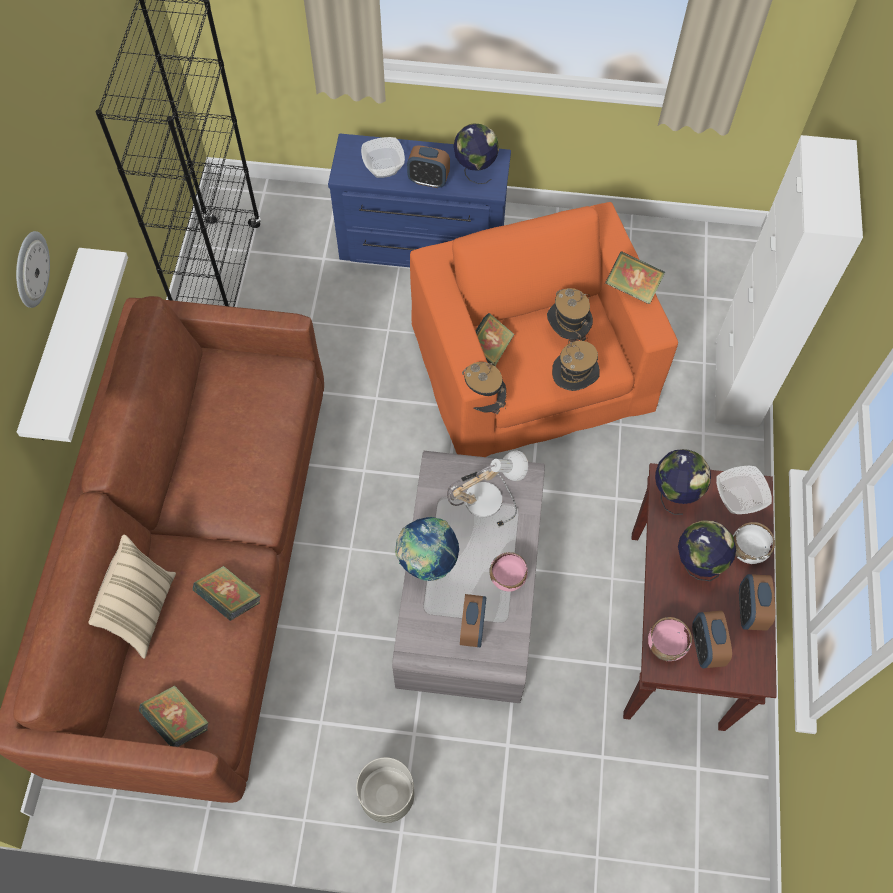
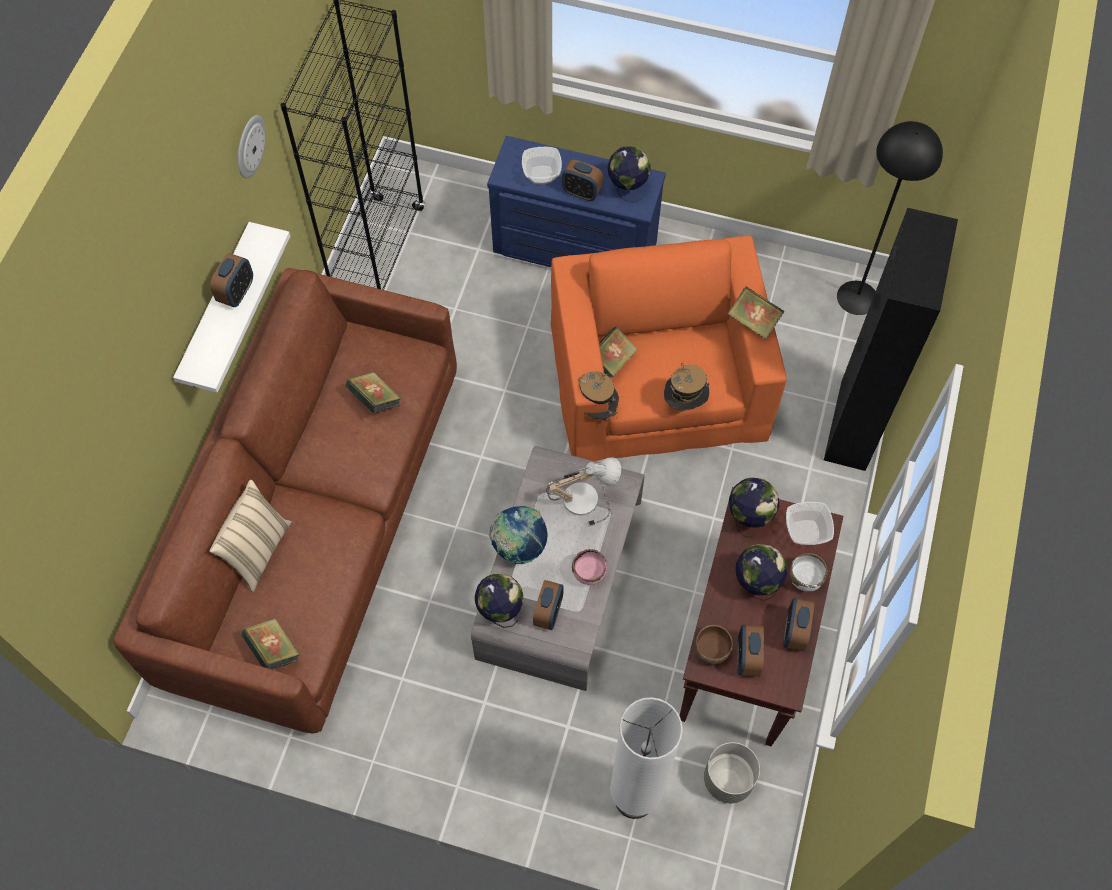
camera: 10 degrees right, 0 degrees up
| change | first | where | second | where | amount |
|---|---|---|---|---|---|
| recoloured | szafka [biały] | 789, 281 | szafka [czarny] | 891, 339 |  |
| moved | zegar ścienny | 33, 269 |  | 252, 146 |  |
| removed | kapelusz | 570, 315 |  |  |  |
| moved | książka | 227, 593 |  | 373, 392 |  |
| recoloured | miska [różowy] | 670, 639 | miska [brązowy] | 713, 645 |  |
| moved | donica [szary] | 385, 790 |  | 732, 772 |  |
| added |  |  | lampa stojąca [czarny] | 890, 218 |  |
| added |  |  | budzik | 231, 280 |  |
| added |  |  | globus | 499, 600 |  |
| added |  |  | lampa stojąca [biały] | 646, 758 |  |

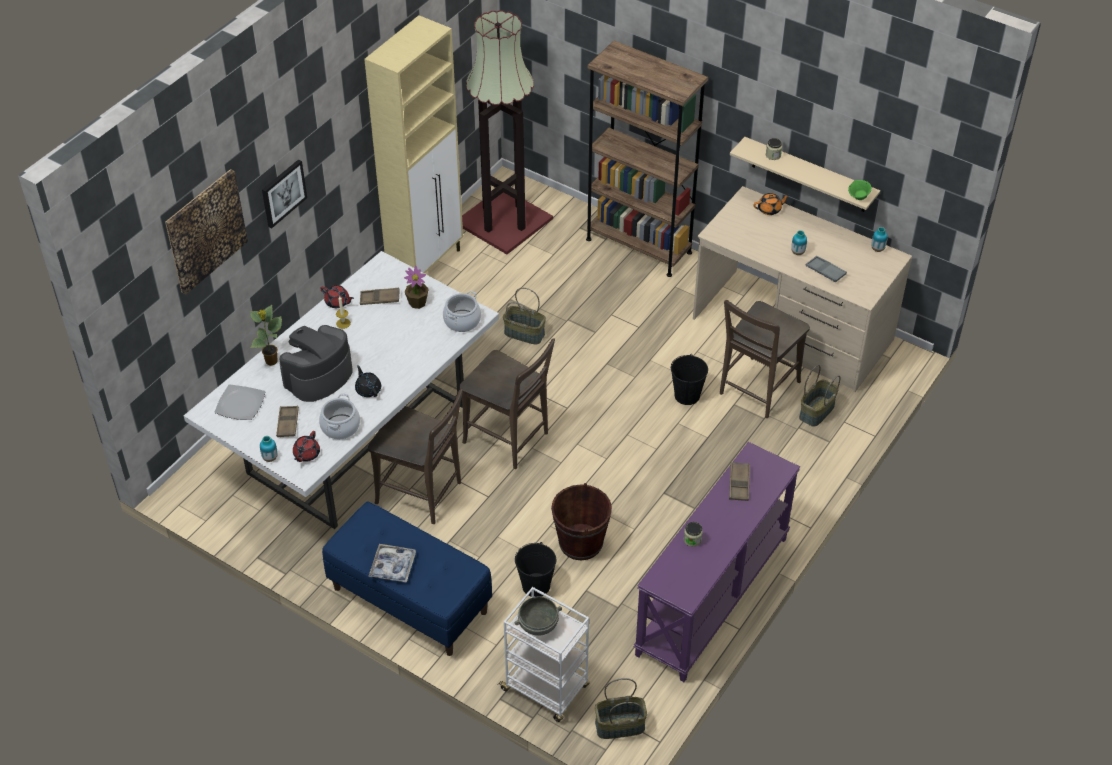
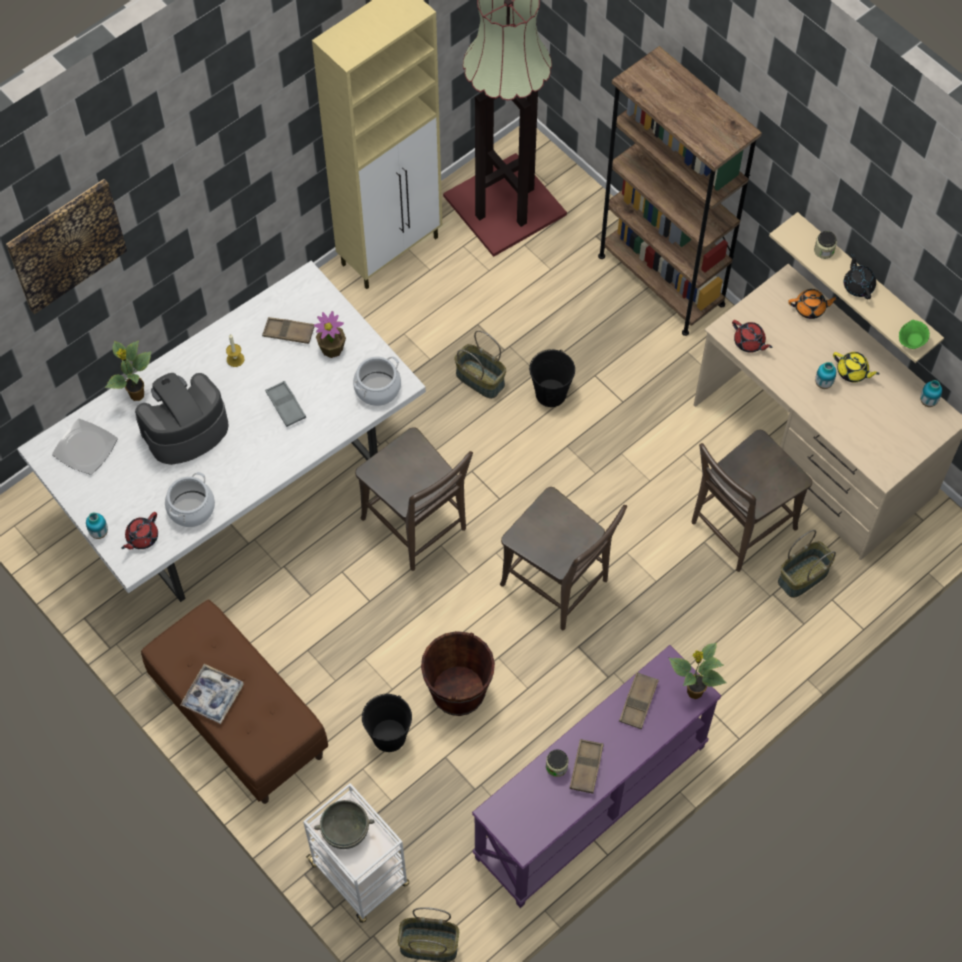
camera: 15 degrees right, 15 degrees up
| change | first | where | second | where | amount |
|---|---|---|---|---|---|
| removed | obraz | 284, 194 |  |  |  |
| moved | taca [szary] | 826, 269 |  | 285, 404 |  |
| moved | imbryk [czerwony] | 337, 296 |  | 752, 336 |  |
| moved | wiadro [czarny] | 689, 379 |  | 552, 378 |  |
| moved | imbryk [czarny] | 368, 381 |  | 860, 276 |  |
| moved | krzesło [brązowy] | 415, 456 |  | 563, 558 |  |
| moved | taca [brązowy] | 287, 421 |  | 587, 766 |  |
| recoloured | ławka [niebieski] | 407, 578 | ławka [brązowy] | 234, 701 |  |
| added |  |  | imbryk [żółty] | 856, 367 |  |
| added |  |  | roślina doniczkowa | 698, 671 |  |

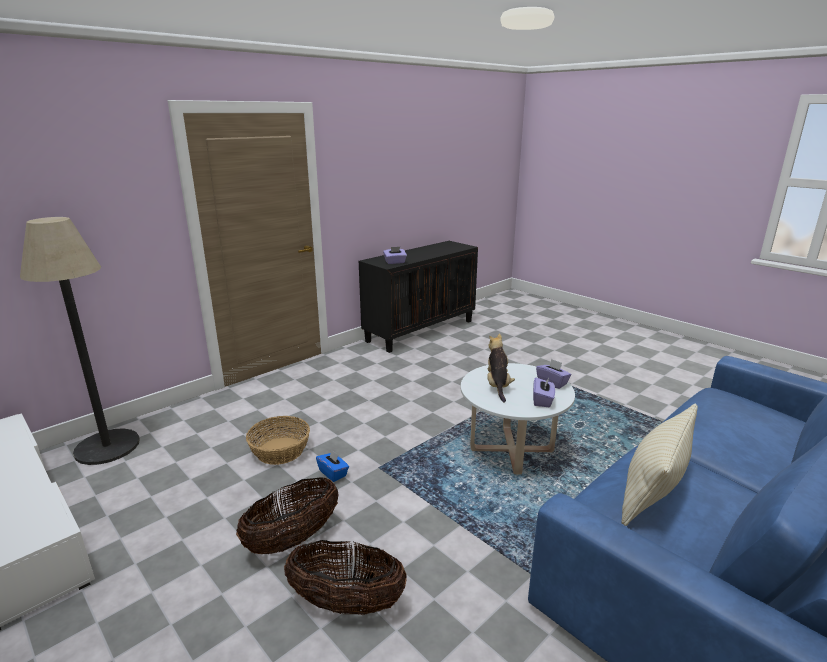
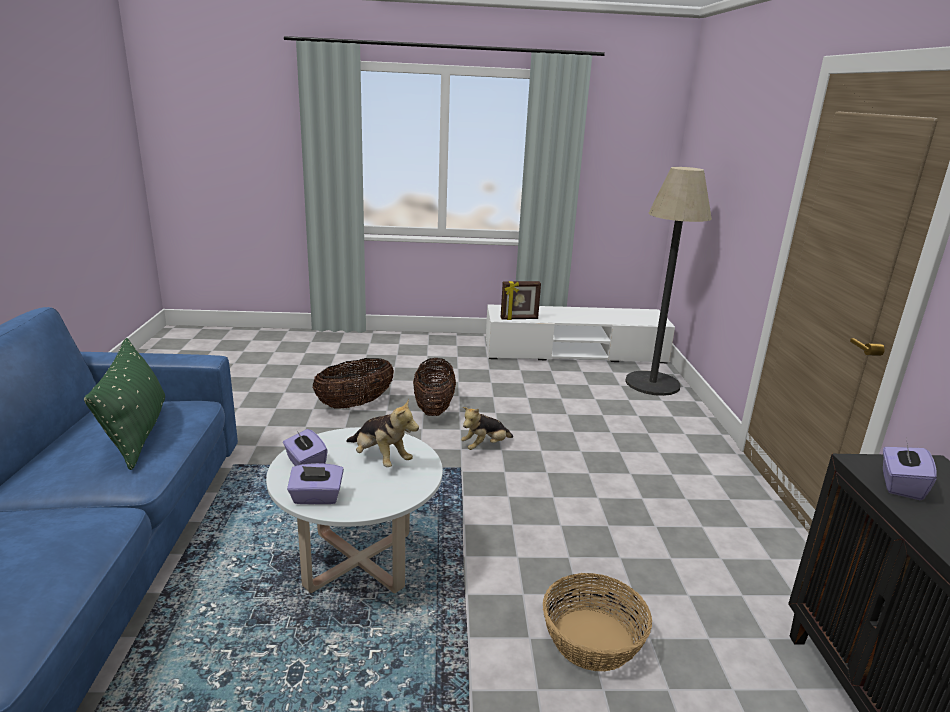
camera: 130 degrees right, 0 degrees up
| change | first | where | second | where | amount |
|---|---|---|---|---|---|
| recoloured | poduszka [beżowy] | 659, 464 | poduszka [zielony] | 124, 404 |  |
| moved | koszyk | 278, 440 |  | 597, 622 |  |
| replaced | pudełko chusteczek [niebieski] | 332, 465 | pluszak | 487, 428 |  |
| added |  |  | ramka na zdjęcie | 521, 300 |  |

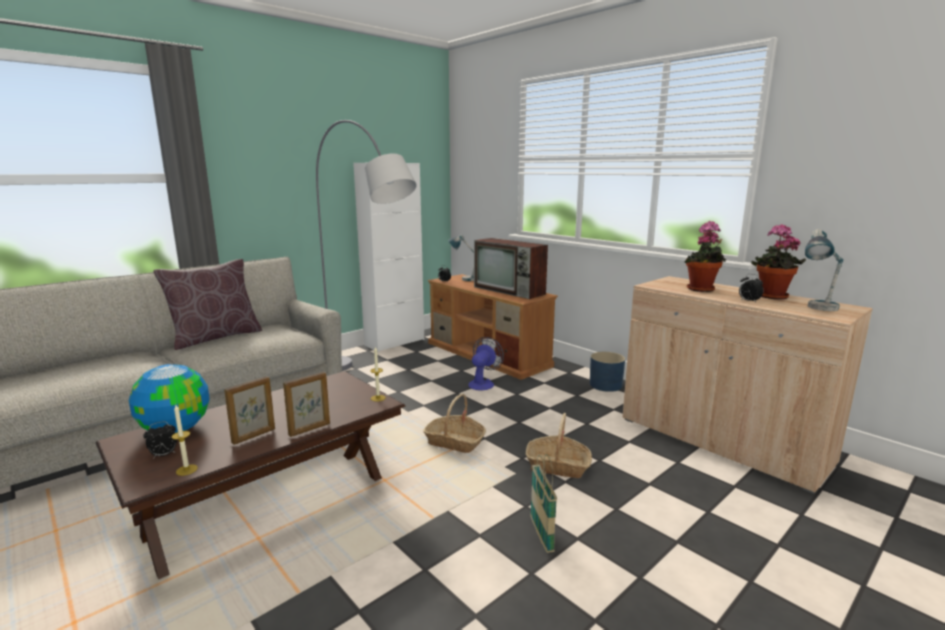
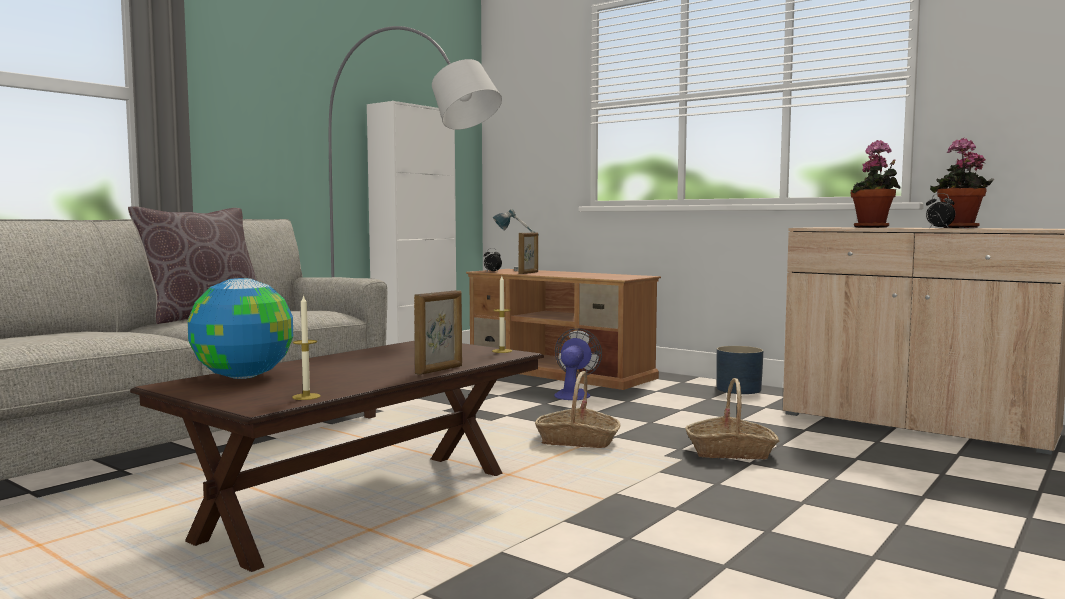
camera: 10 degrees left, 10 degrees down
| change | first | where | second | where | amount |
|---|---|---|---|---|---|
| removed | lampa stołowa | 824, 270 |  |  |  |
| removed | telewizor | 511, 268 |  |  |  |
| moved | ramka na zdjęcie | 249, 410 |  | 528, 253 |  |
| removed | budzik | 160, 440 |  |  |  |
| removed | koszyk | 543, 503 |  |  |  |

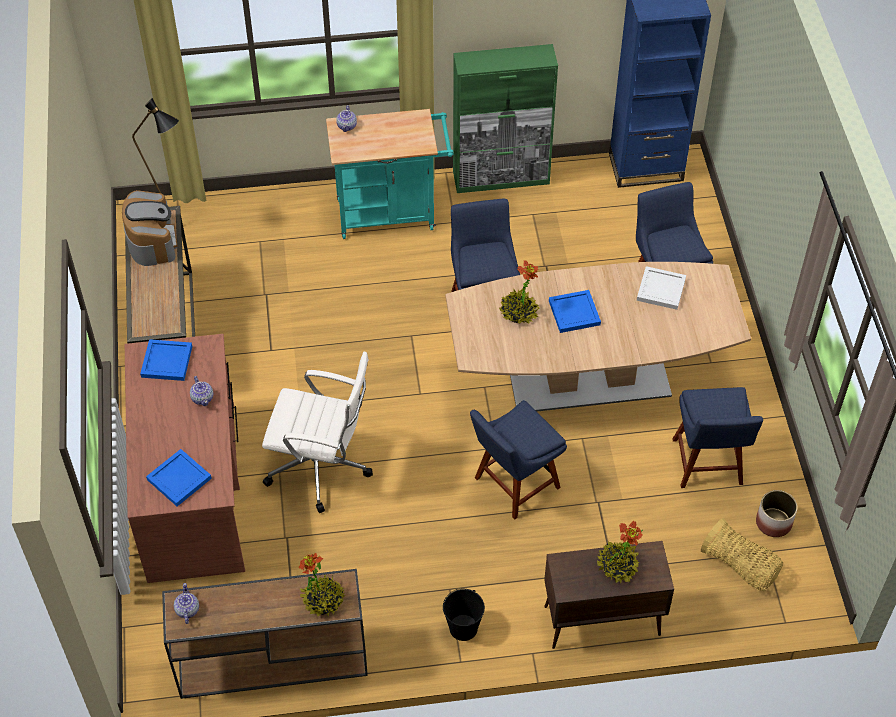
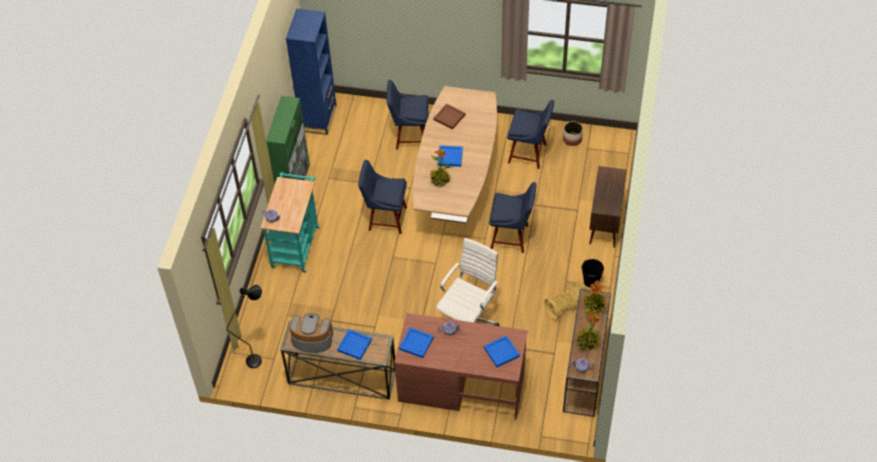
camera: 70 degrees left, 0 degrees up
| change | first | where | second | where | amount |
|---|---|---|---|---|---|
| recoloured | taca [biały] | 661, 288 | taca [brązowy] | 449, 116 |  |
| turned | krzesło [niebieski] | 518, 460 |  | 512, 217 | 60 degrees counterclockwise |
| moved | koszyk | 742, 554 |  | 566, 301 |  |
| moved | roślina doniczkowa | 619, 551 |  | 588, 332 |  |
| added |  |  | taca [niebieski] | 354, 344 |  |

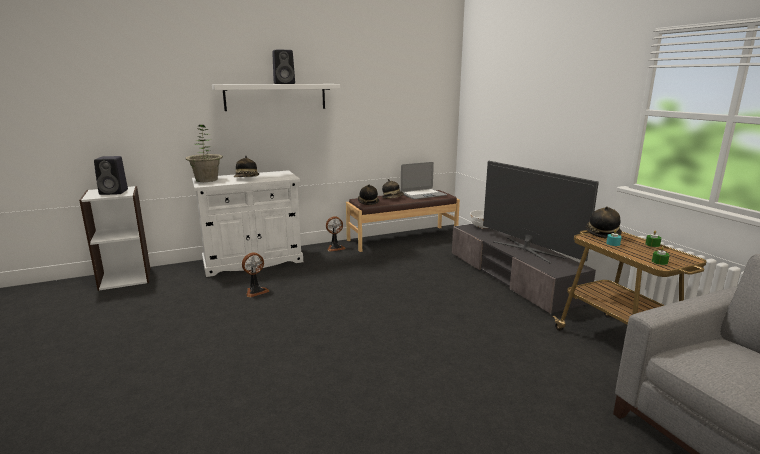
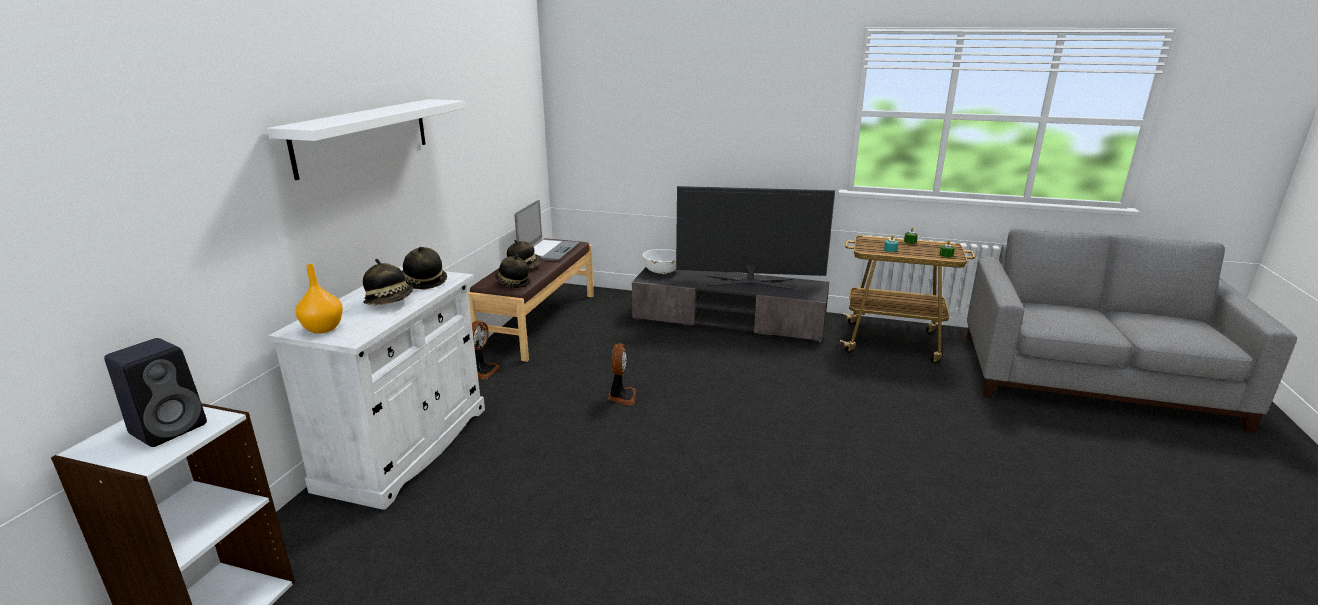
camera: 50 degrees left, 5 degrees up
| change | first | where | second | where | amount |
|---|---|---|---|---|---|
| removed | głośnik [czarny] | 283, 67 |  |  |  |
| replaced | roślina doniczkowa | 204, 153 | wazon [pomarańczowy] | 319, 299 |  |
| moved | kapelusz | 604, 222 |  | 424, 268 |  |
| moved | wentylator | 255, 274 |  | 622, 374 |  |

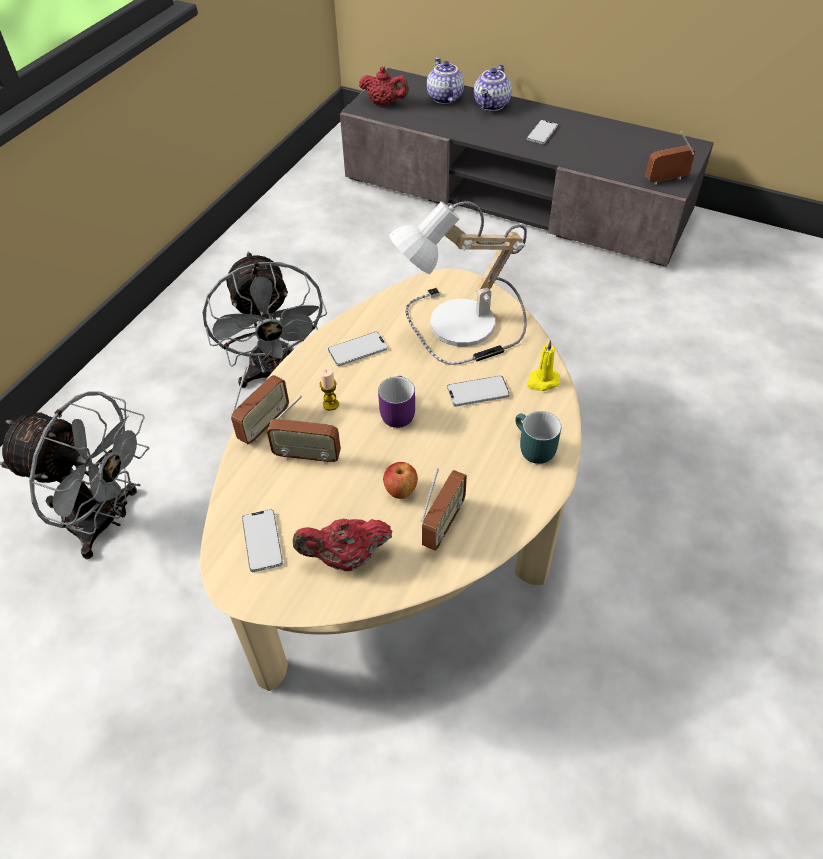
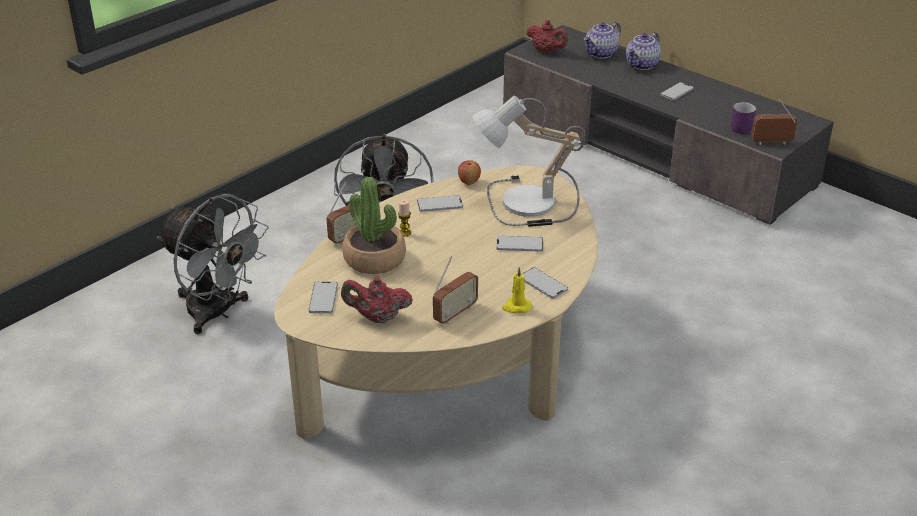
camera: 15 degrees right, 15 degrees down
| change | first | where | second | where | amount |
|---|---|---|---|---|---|
| turned | imbryk | 445, 80 |  | 602, 40 | 135 degrees counterclockwise |
| moved | świeca [żółty] | 543, 365 |  | 517, 290 |  |
| moved | kubek [fioletowy] | 396, 402 |  | 743, 118 |  |
| replaced | radio | 304, 430 | roślina doniczkowa | 374, 225 |  |
| replaced | kubek [turkusowy] | 538, 437 | telefon | 545, 283 |  |
| moved | jabłko | 400, 480 |  | 469, 172 |  |

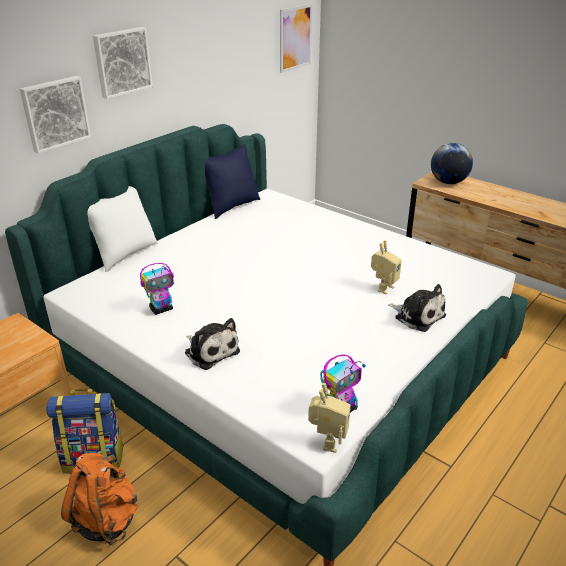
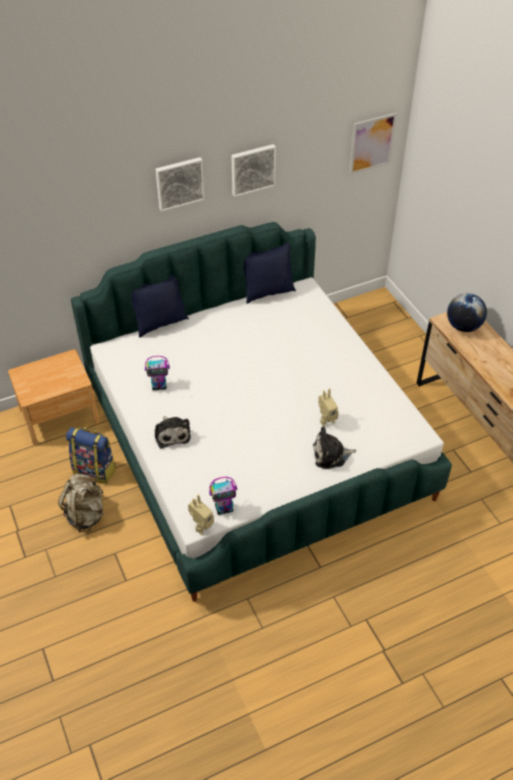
camera: 25 degrees right, 15 degrees up
| change | first | where | second | where | amount |
|---|---|---|---|---|---|
| moved | obraz | 55, 115 |  | 253, 170 |  |
| recoloured | poduszka [biały] | 122, 229 | poduszka [niebieski] | 160, 306 |  |
| turned | pluszak | 417, 308 |  | 334, 447 | 105 degrees clockwise |
| recoloured | plecak [pomarańczowy] | 99, 499 | plecak [beżowy] | 81, 503 |  |

